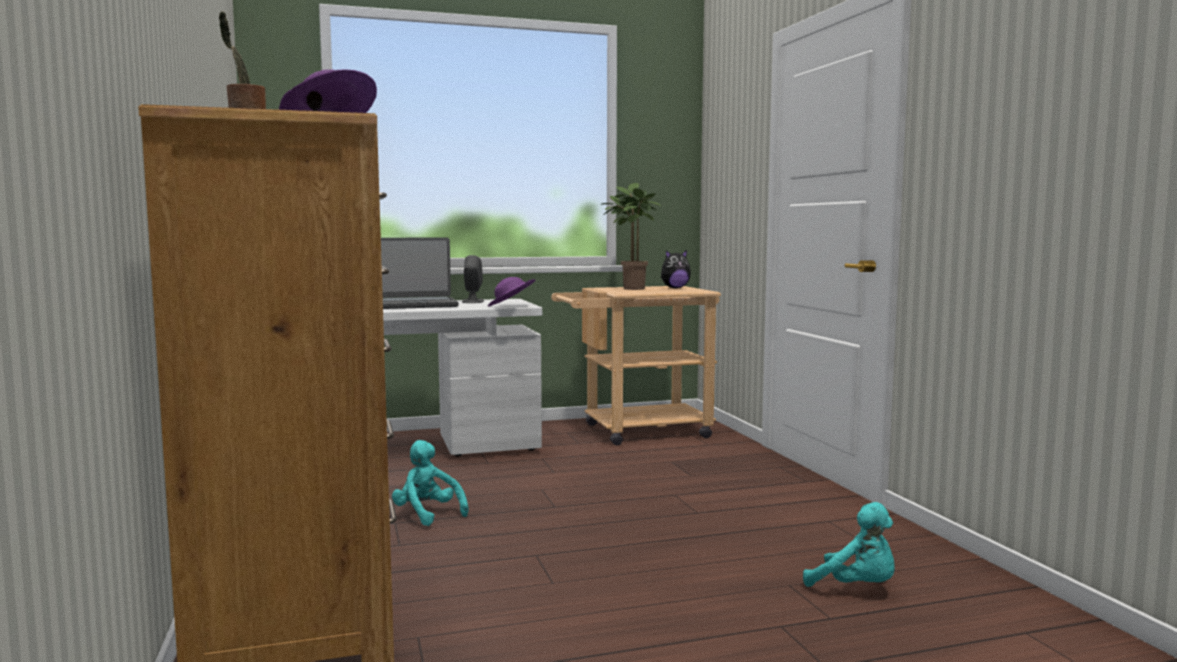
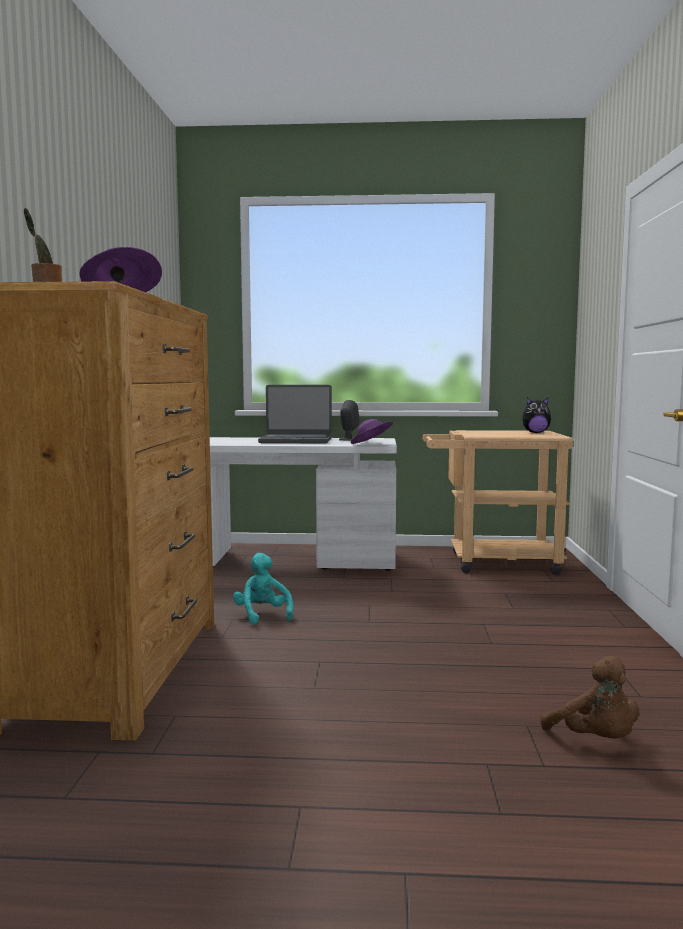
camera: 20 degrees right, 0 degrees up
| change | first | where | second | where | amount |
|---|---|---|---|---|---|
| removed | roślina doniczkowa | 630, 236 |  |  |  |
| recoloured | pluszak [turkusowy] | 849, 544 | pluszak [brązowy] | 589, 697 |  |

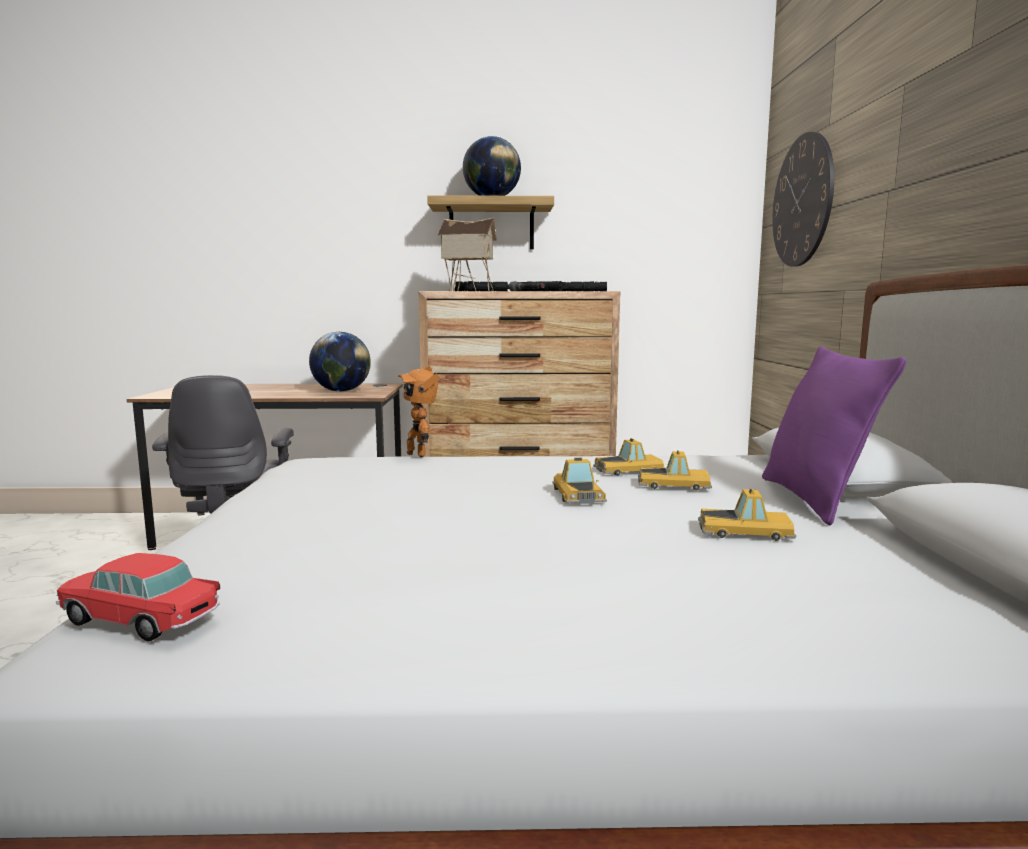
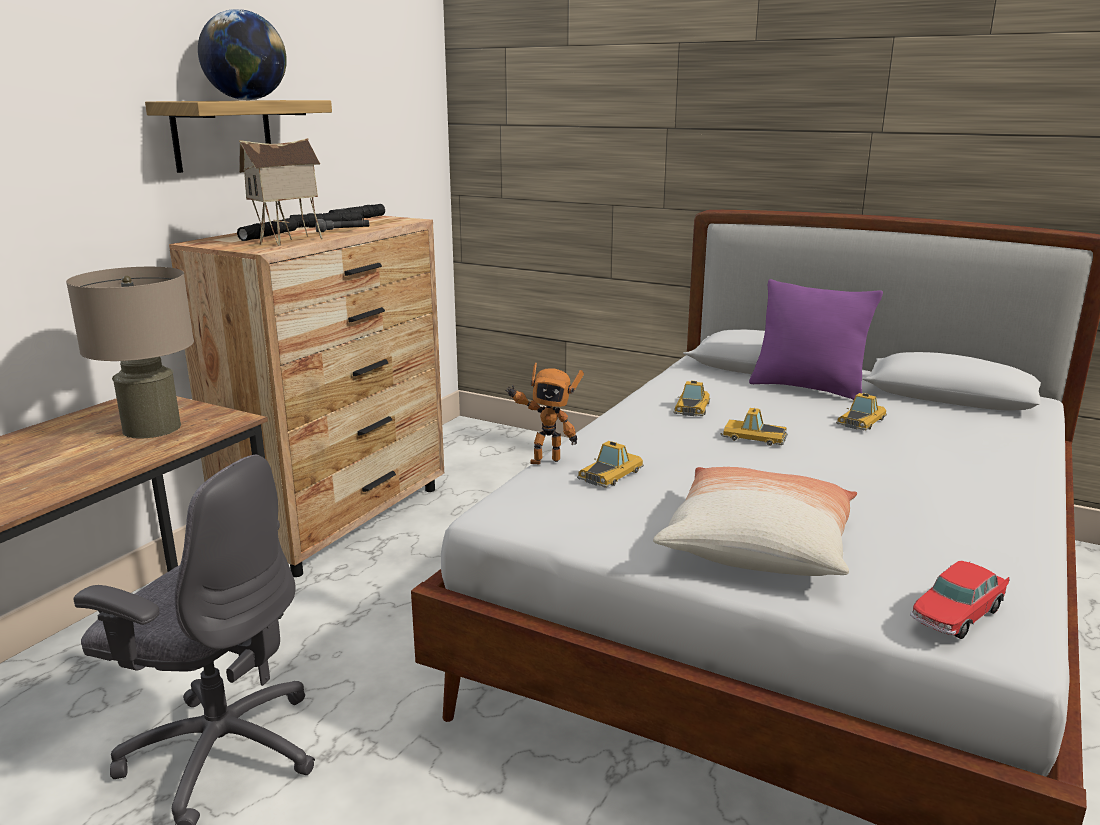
camera: 60 degrees left, 10 degrees up
| change | first | where | second | where | amount |
|---|---|---|---|---|---|
| removed | zegar ścienny | 803, 199 |  |  |  |
| replaced | globus | 340, 362 | lampa stołowa [beżowy] | 130, 352 |  |
| moved | samochodzik | 675, 470 |  | 610, 464 |  |
| added |  |  | poduszka | 755, 521 |  |

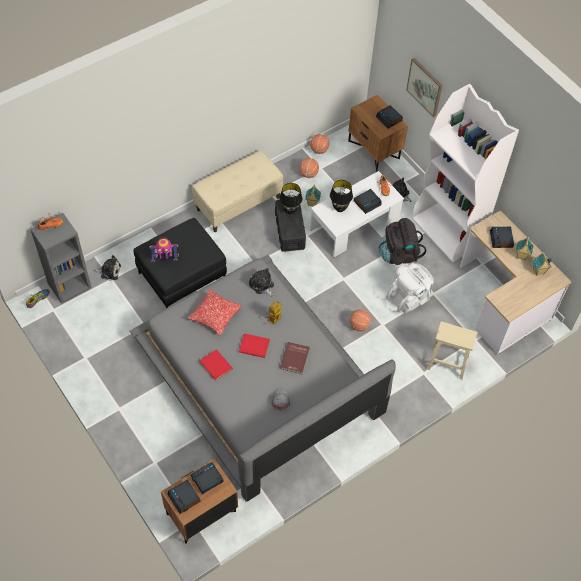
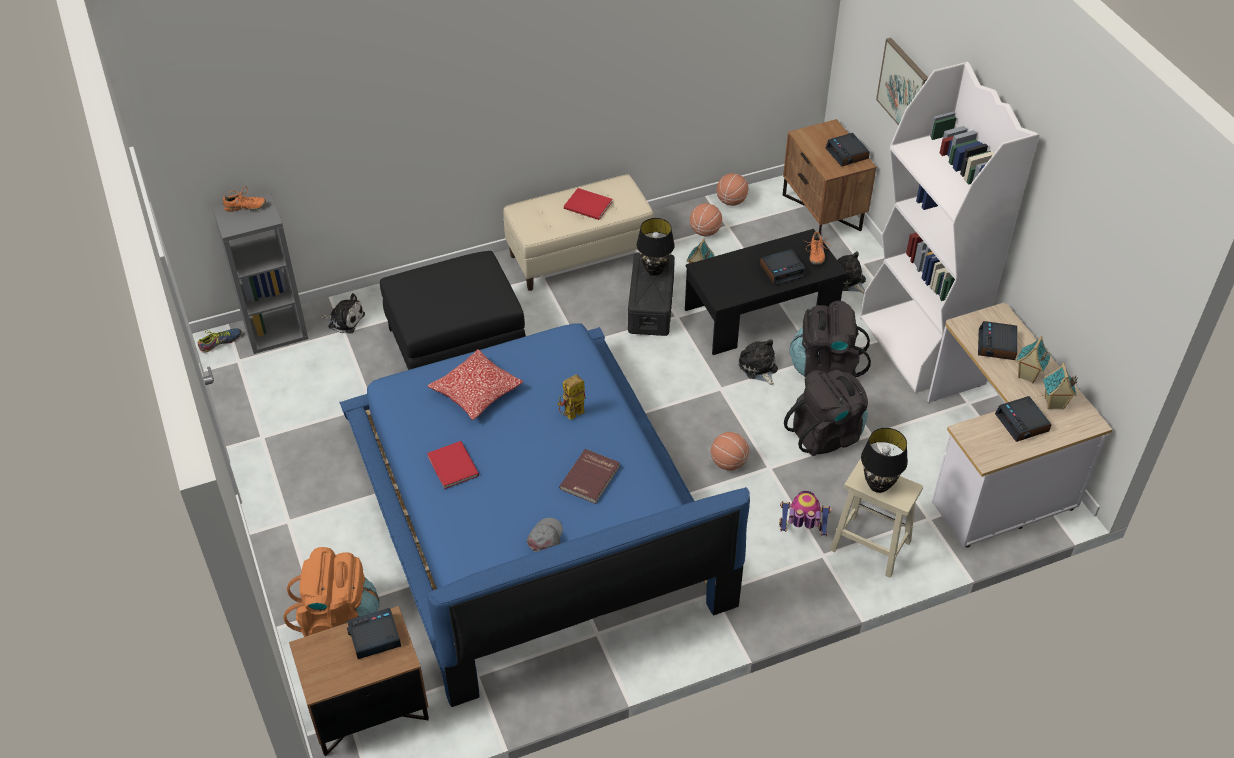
camera: 15 degrees right, 10 degrees down
| change | first | where | second | where | amount |
|---|---|---|---|---|---|
| recoloured | ława [biały] | 357, 214 | ława [czarny] | 766, 292 |  |
| moved | lampa stołowa [czarny] | 341, 196 |  | 884, 460 |  |
| moved | robot zabawkowy | 164, 249 |  | 805, 514 |  |
| recoloured | łóżko [szary] | 262, 378 | łóżko [niebieski] | 544, 515 |  |
| recoloured | plecak [biały] | 410, 288 | plecak [czarny] | 826, 413 |  |
| moved | pluszak | 261, 282 |  | 758, 362 |  |
| moved | książka [czerwony] | 254, 345 |  | 588, 204 |  |
| moved | budzik | 184, 497 |  | 1023, 419 |  |
| added |  |  | plecak [pomarańczowy] | 331, 592 |  |

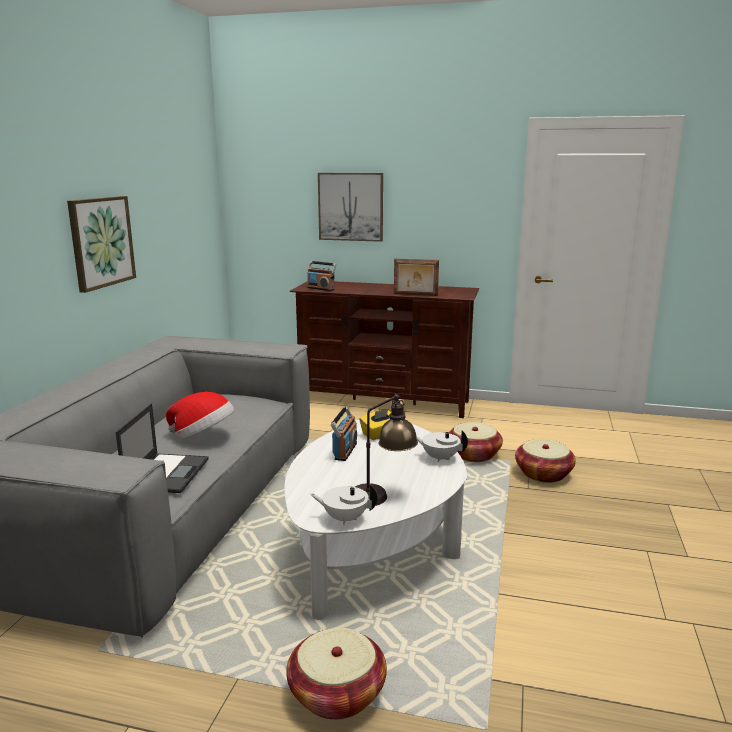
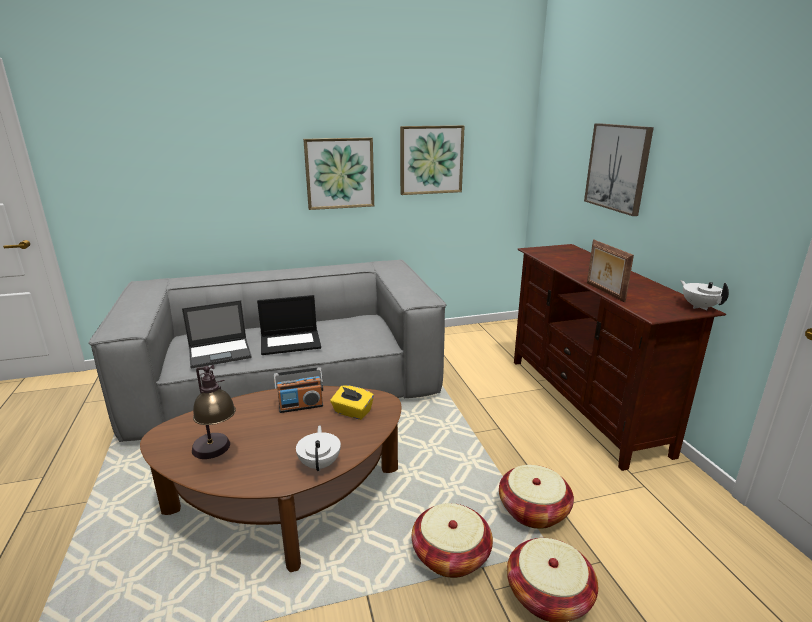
camera: 60 degrees right, 5 degrees up
| change | first | where | second | where | amount |
|---|---|---|---|---|---|
| removed | radio | 321, 276 |  |  |  |
| replaced | kapelusz | 200, 415 | laptop | 289, 325 |  |
| recoloured | ława [biały] | 376, 520 | ława [brązowy] | 270, 479 |  |
| moved | imbryk [biały] | 344, 504 |  | 704, 295 |  |
| moved | koszyk | 336, 674 |  | 452, 540 |  |
| added |  |  | obraz | 432, 160 |  |

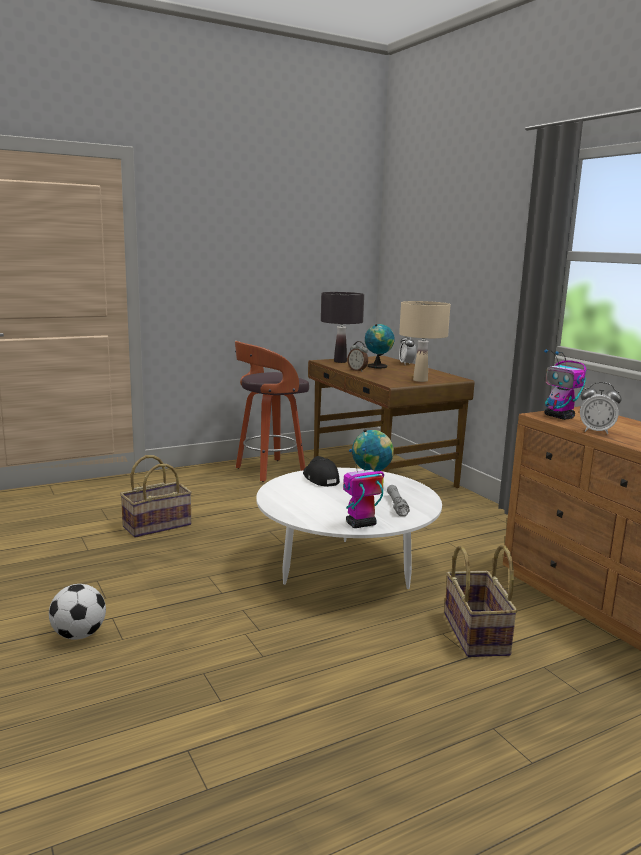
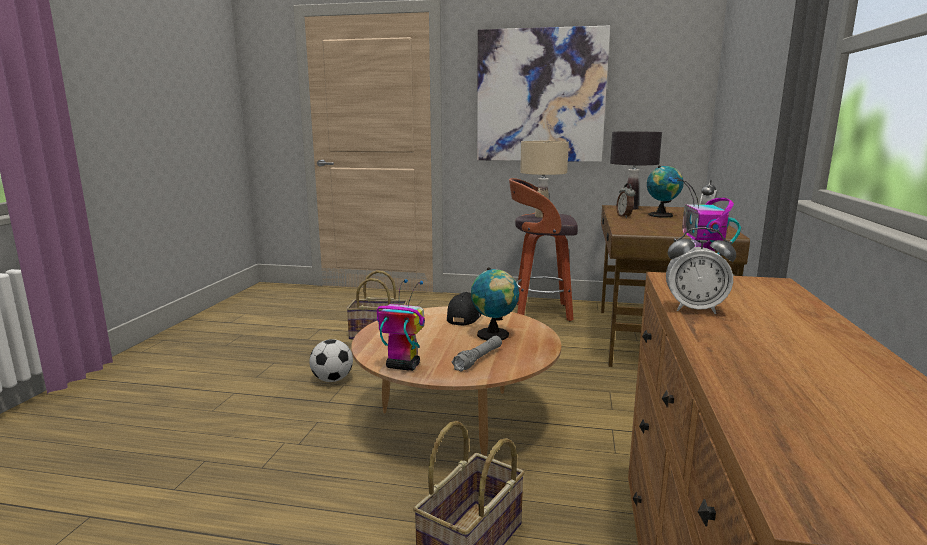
camera: 40 degrees right, 0 degrees up
| change | first | where | second | where | amount |
|---|---|---|---|---|---|
| moved | lampa stołowa [beżowy] | 425, 341 |  | 544, 179 |  |
| turned | budzik | 601, 408 |  | 701, 270 | 45 degrees counterclockwise |
| recoloured | ława [biały] | 349, 528 | ława [brązowy] | 456, 381 |  |
| moved | piłka futbolowa | 77, 612 |  | 331, 360 |  |
| added |  |  | obraz | 543, 94 |  |

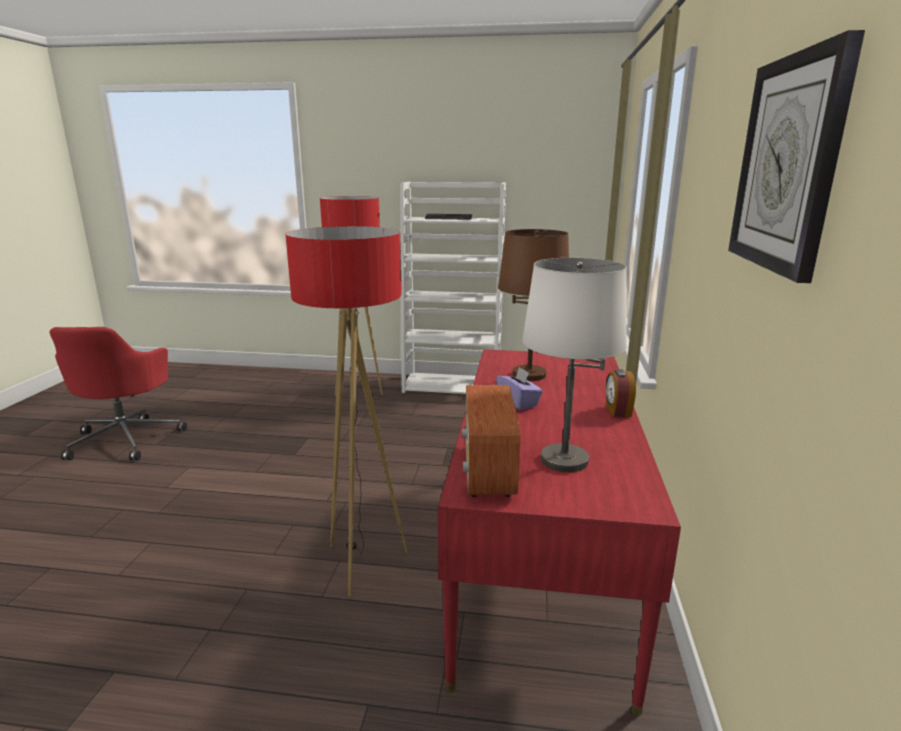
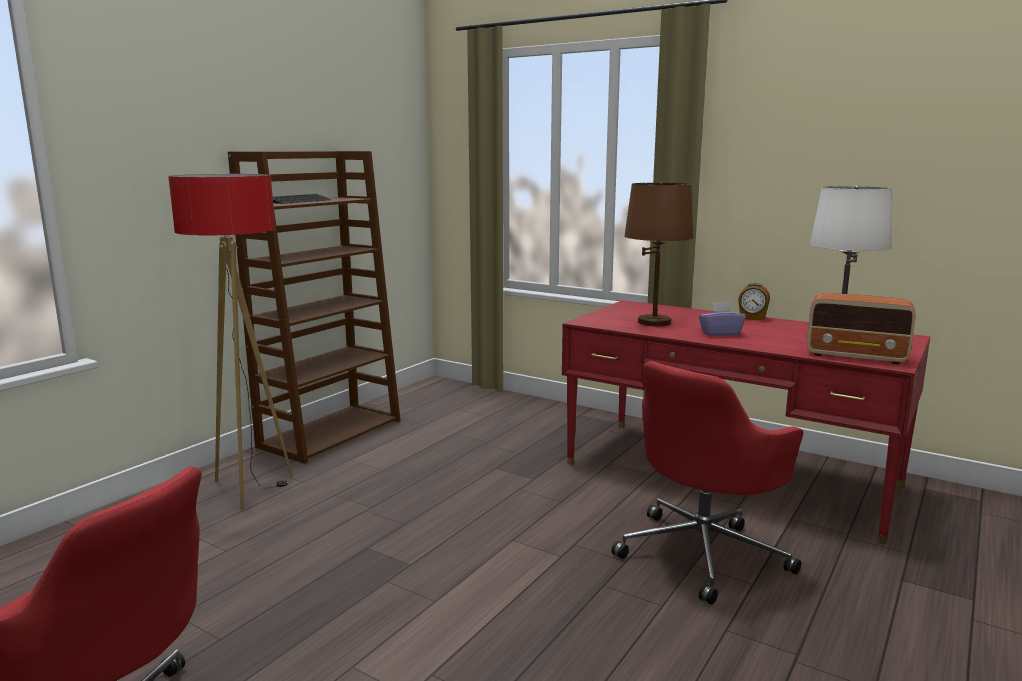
camera: 65 degrees left, 5 degrees down
| change | first | where | second | where | amount |
|---|---|---|---|---|---|
| removed | zegar ścienny | 796, 156 |  |  |  |
| recoloured | regał [biały] | 453, 288 | regał [brązowy] | 314, 307 |  |
| replaced | lampa stojąca | 346, 411 | krzesło biurowe [czerwony] | 708, 483 |  |

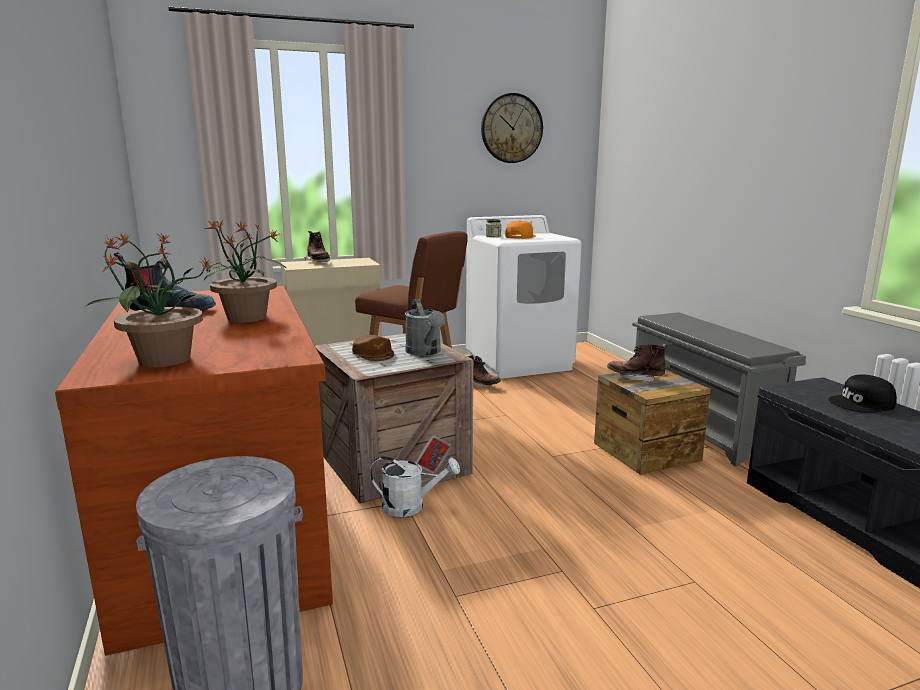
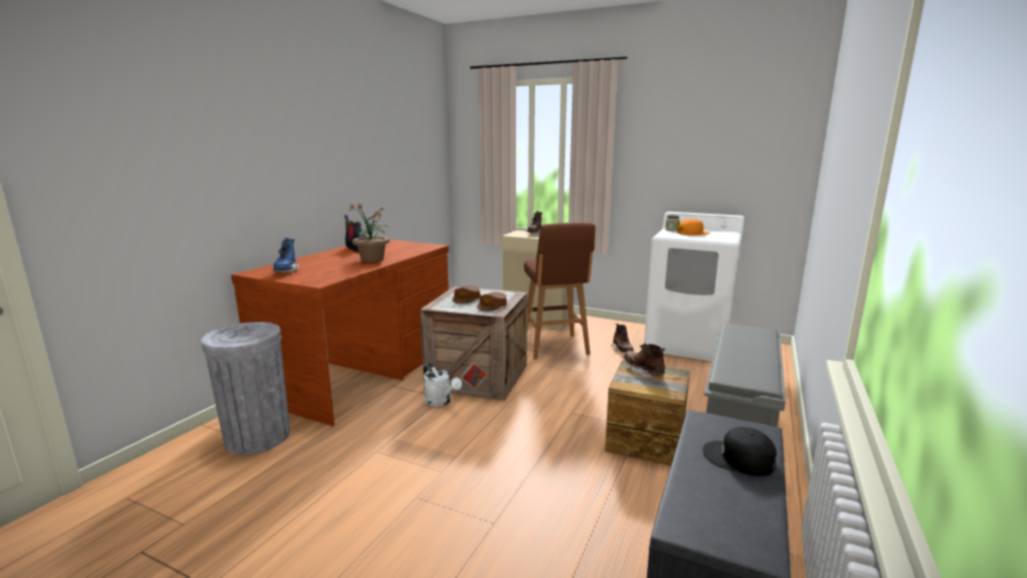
camera: 45 degrees right, 0 degrees up
| change | first | where | second | where | amount |
|---|---|---|---|---|---|
| removed | zegar ścienny | 512, 128 |  |  |  |
| replaced | roślina doniczkowa | 148, 300 | but z cholewką [niebieski] | 285, 255 |  |
| replaced | konewka [szary] | 425, 327 | czapka z daszkiem [brązowy] | 492, 301 |  |

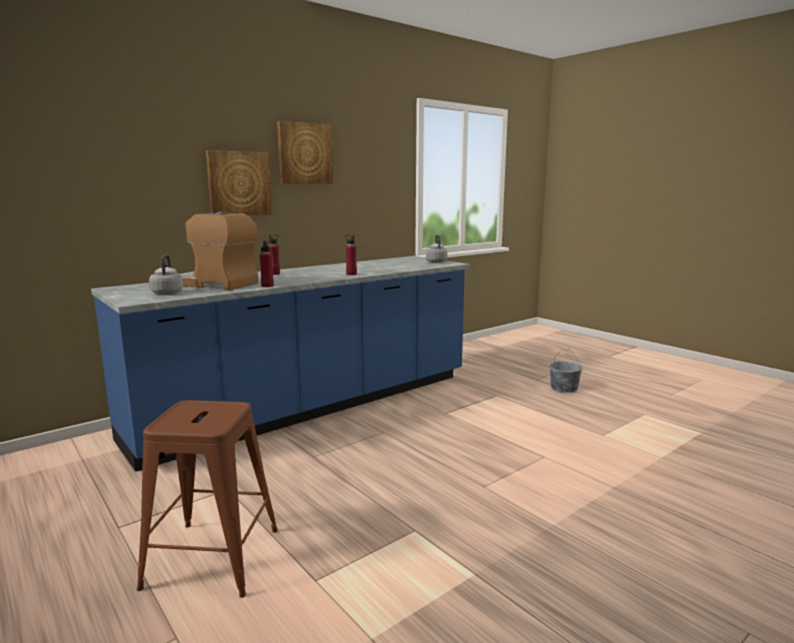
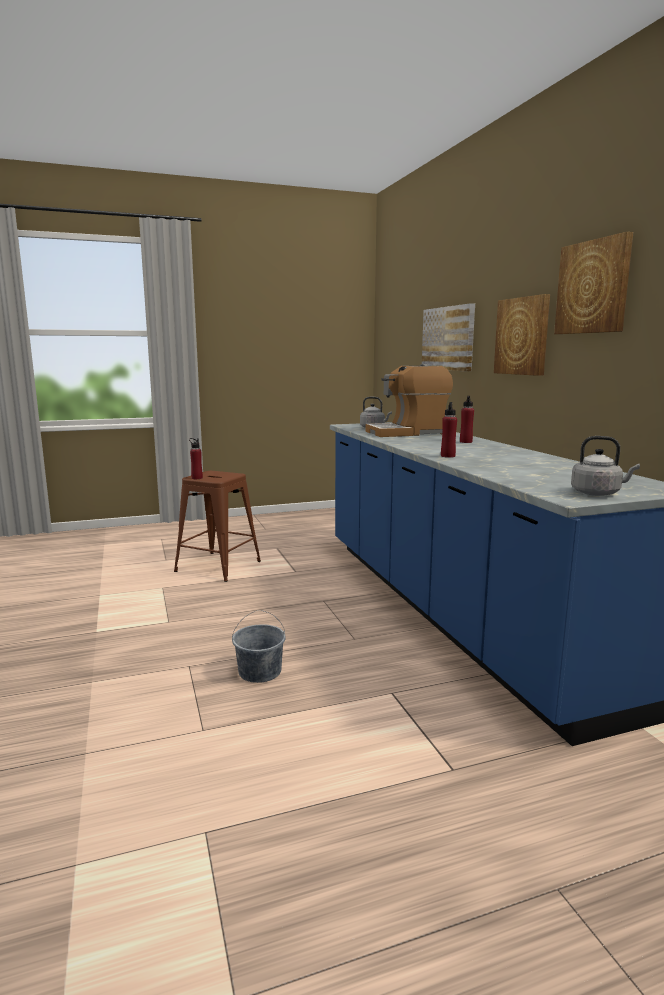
camera: 110 degrees right, 0 degrees up
| change | first | where | second | where | amount |
|---|---|---|---|---|---|
| turned | ekspres do kawy | 220, 251 |  | 409, 400 | 150 degrees counterclockwise |
| moved | butelka [czerwony] | 267, 264 |  | 196, 458 |  |
| moved | wiadro [szary] | 566, 371 |  | 259, 646 |  |
| added |  |  | obraz | 448, 337 |  |

